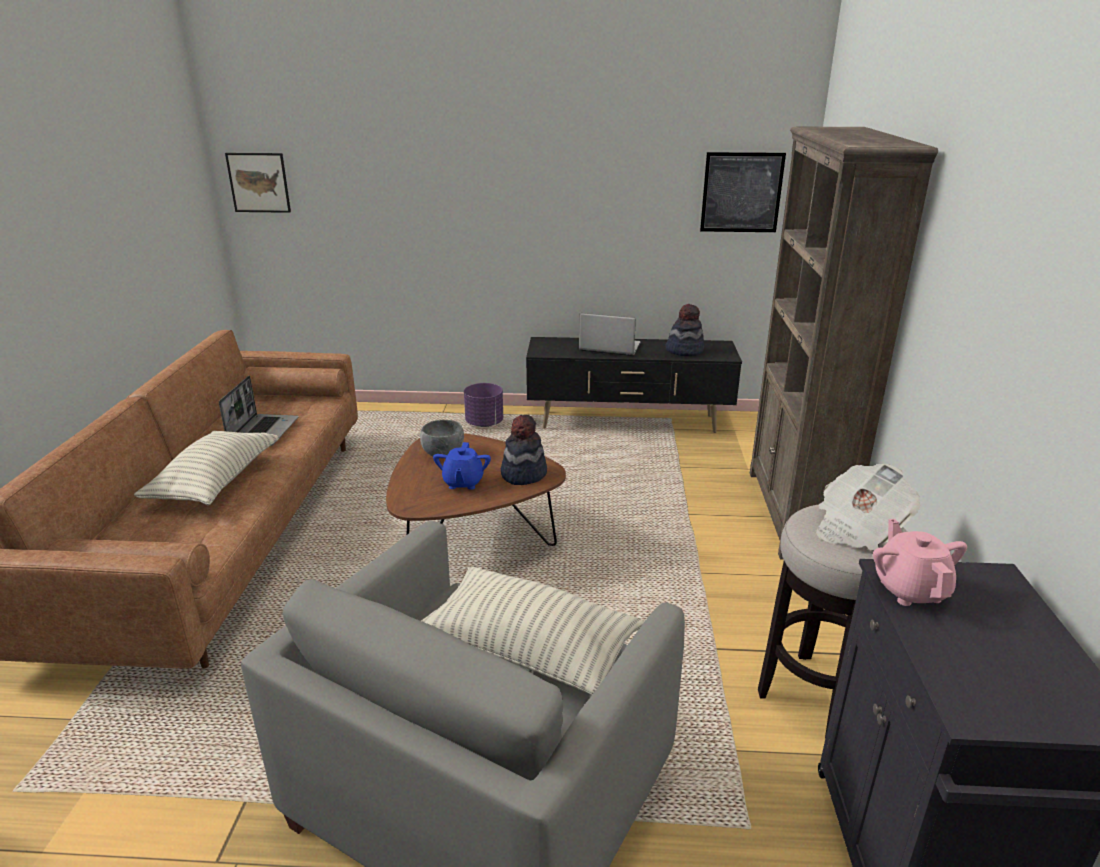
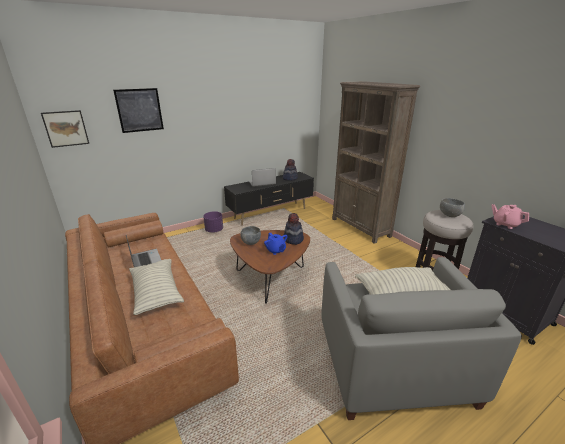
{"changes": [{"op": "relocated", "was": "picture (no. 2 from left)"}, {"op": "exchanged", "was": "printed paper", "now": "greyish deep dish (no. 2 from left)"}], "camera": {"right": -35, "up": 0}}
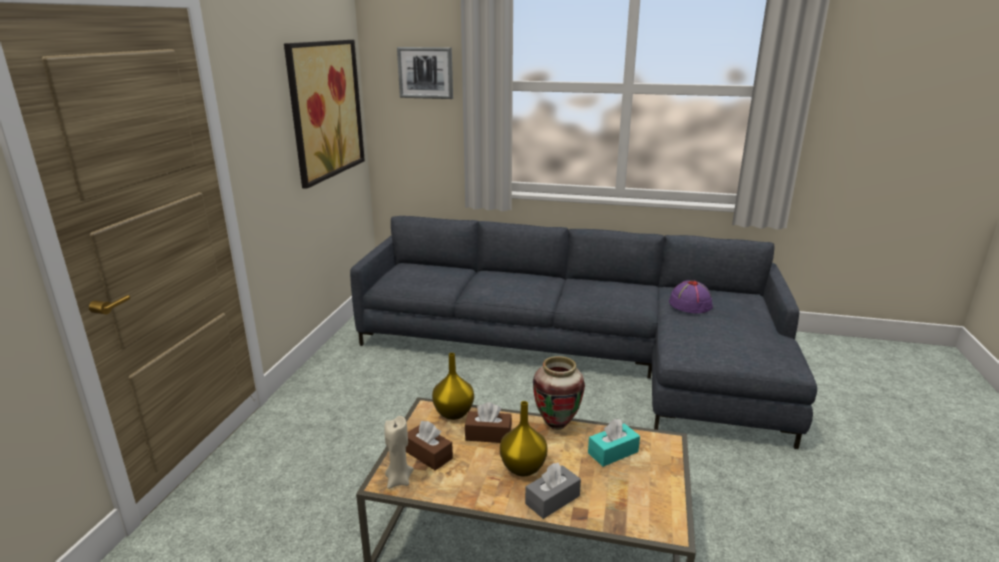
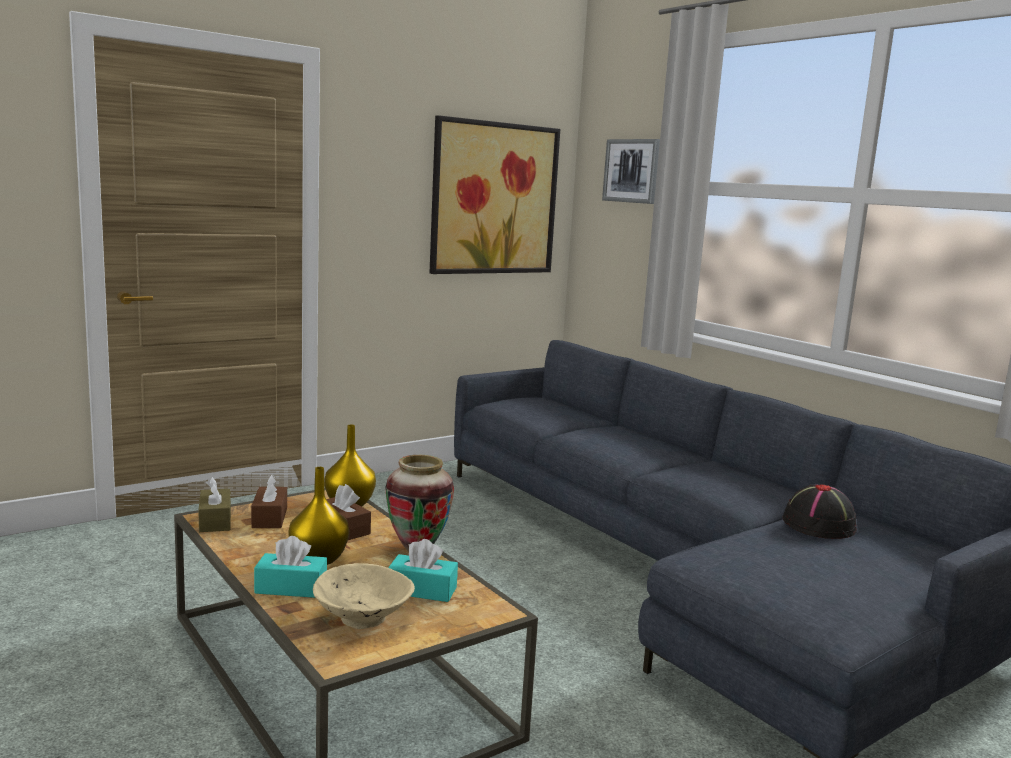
{"changes": [{"op": "appeared", "now": "beige-coloured deep dish"}, {"op": "exchanged", "was": "beige-coloured wax candle", "now": "brown-coloured tissue box (no. 1 from left)"}, {"op": "colour", "was": "greyish tissue box", "now": "turquoise tissue box (no. 1 from left)"}, {"op": "colour", "was": "purple hat", "now": "black-coloured hat"}], "camera": {"right": 40, "up": -10}}
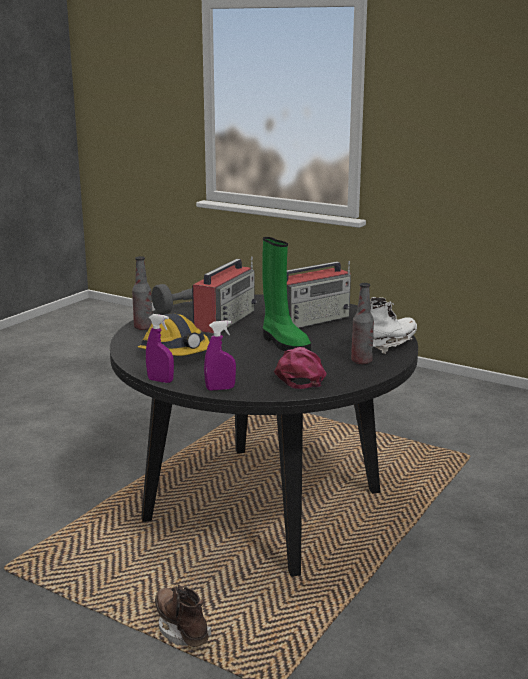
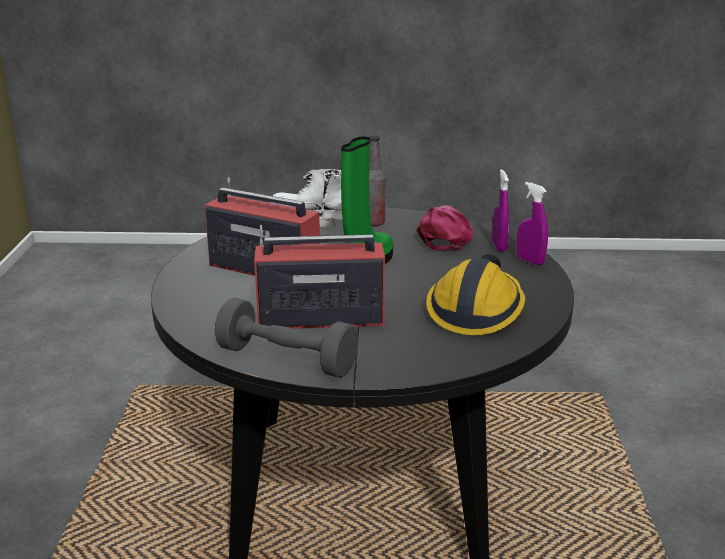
{"changes": [{"op": "missing", "was": "drink bottle (no. 1 from left)"}, {"op": "missing", "was": "brown-coloured tall boot"}, {"op": "relocated", "was": "purple hand sprayer (no. 1 from left)"}, {"op": "spun", "was": "pink-coloured baseball cap", "clockwise": 135}], "camera": {"right": -120, "up": 5}}
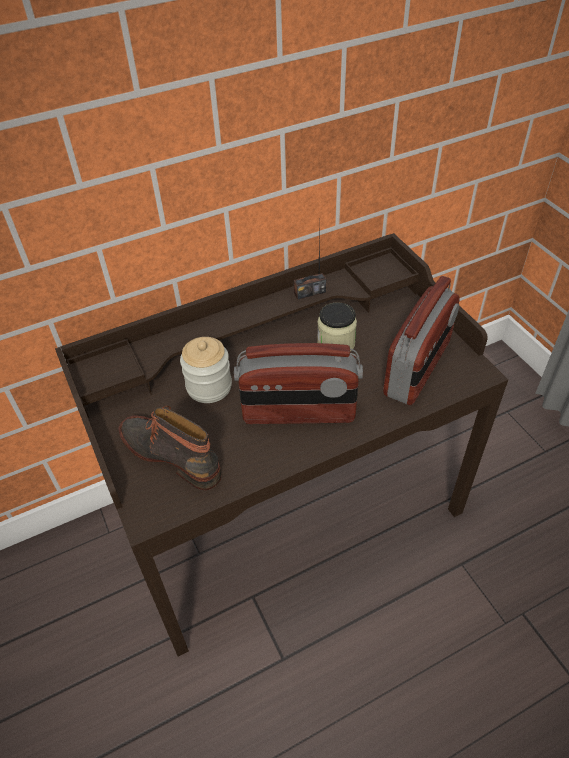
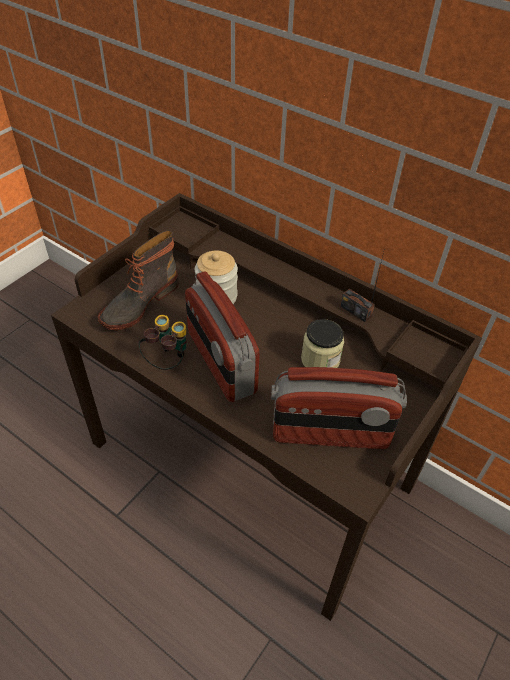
{"changes": [{"op": "appeared", "now": "pair of binoculars"}, {"op": "spun", "was": "tall boot", "clockwise": -150}], "camera": {"right": 60, "up": 0}}
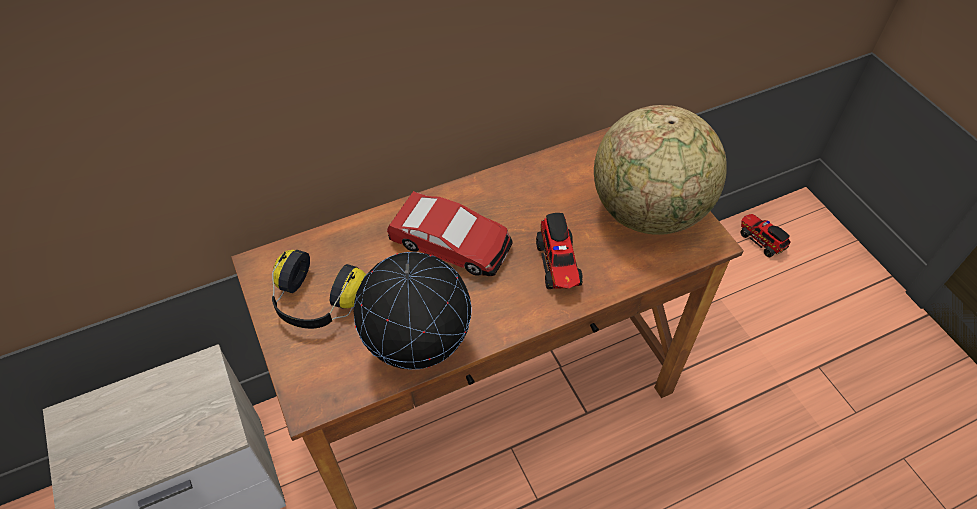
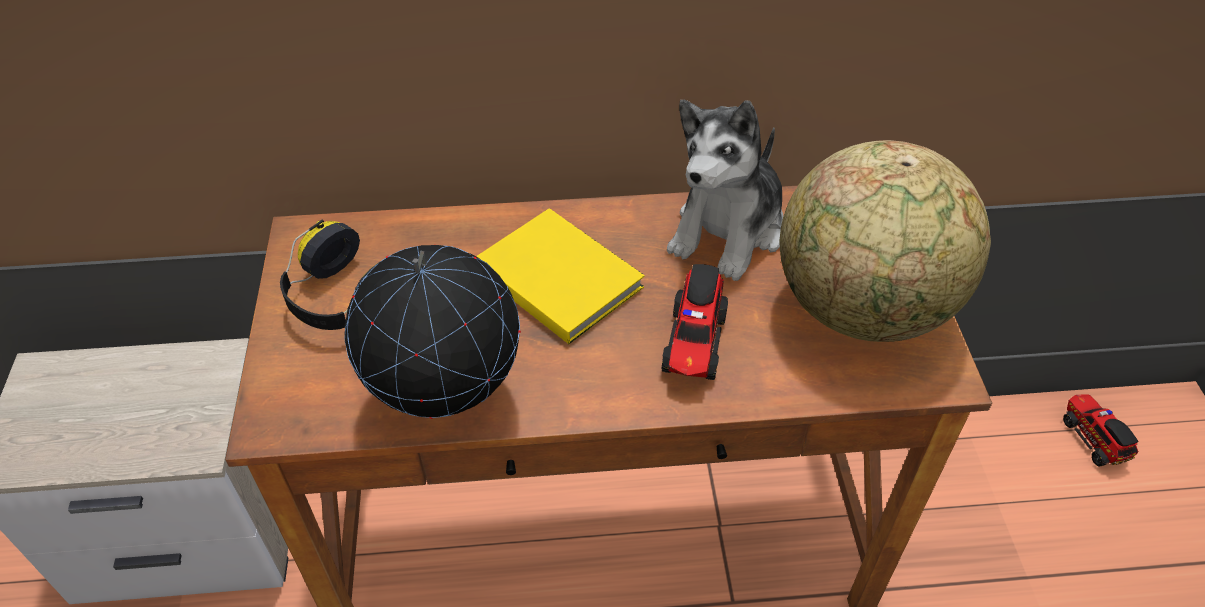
{"changes": [{"op": "appeared", "now": "cuddly toy"}, {"op": "exchanged", "was": "toy car", "now": "yellow-coloured book"}], "camera": {"right": 20, "up": -5}}
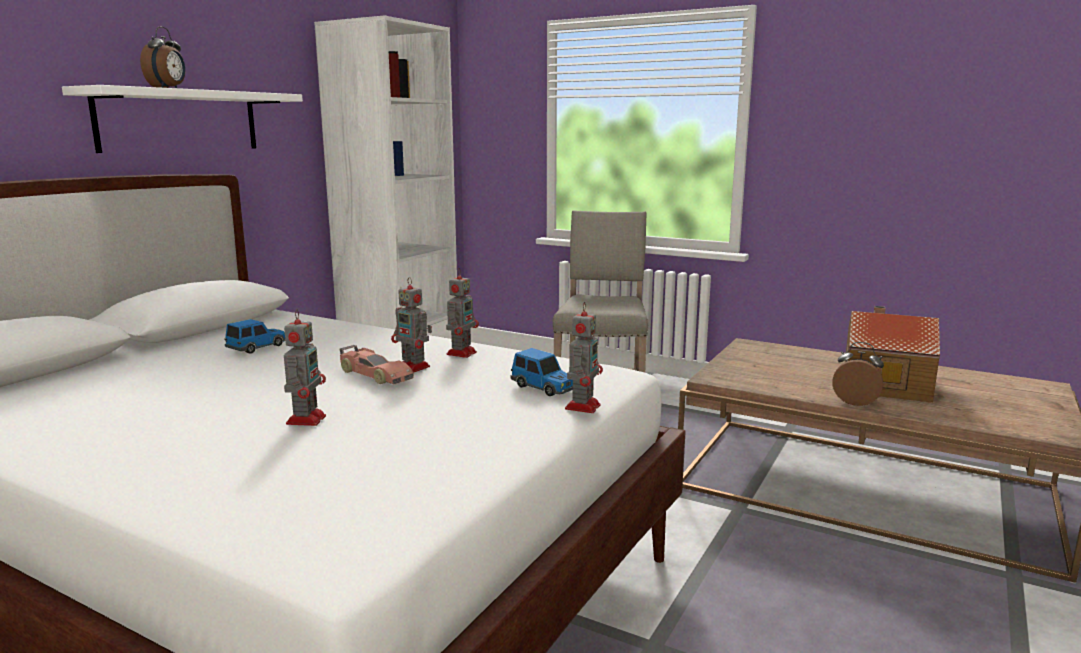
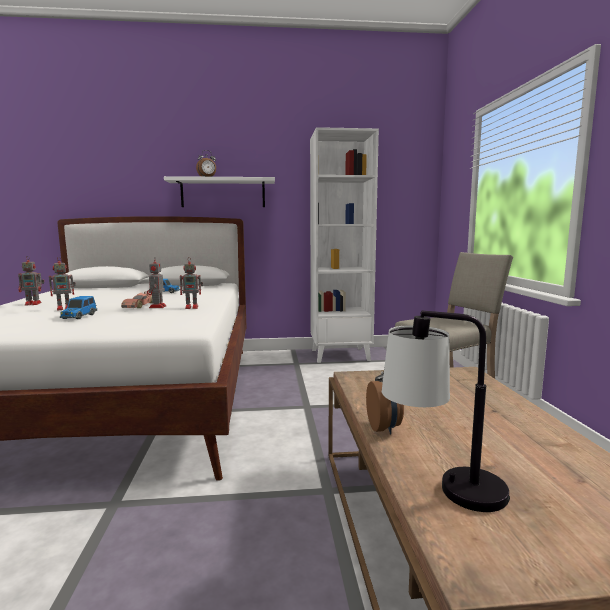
{"changes": [{"op": "missing", "was": "model house"}, {"op": "appeared", "now": "lamp for a table"}, {"op": "relocated", "was": "toy car (no. 3 from left in the first image)", "now": "toy car (no. 1 from left)"}, {"op": "relocated", "was": "toy robot (no. 4 from left in the first image)", "now": "toy robot (no. 1 from left)"}], "camera": {"right": 55, "up": -5}}
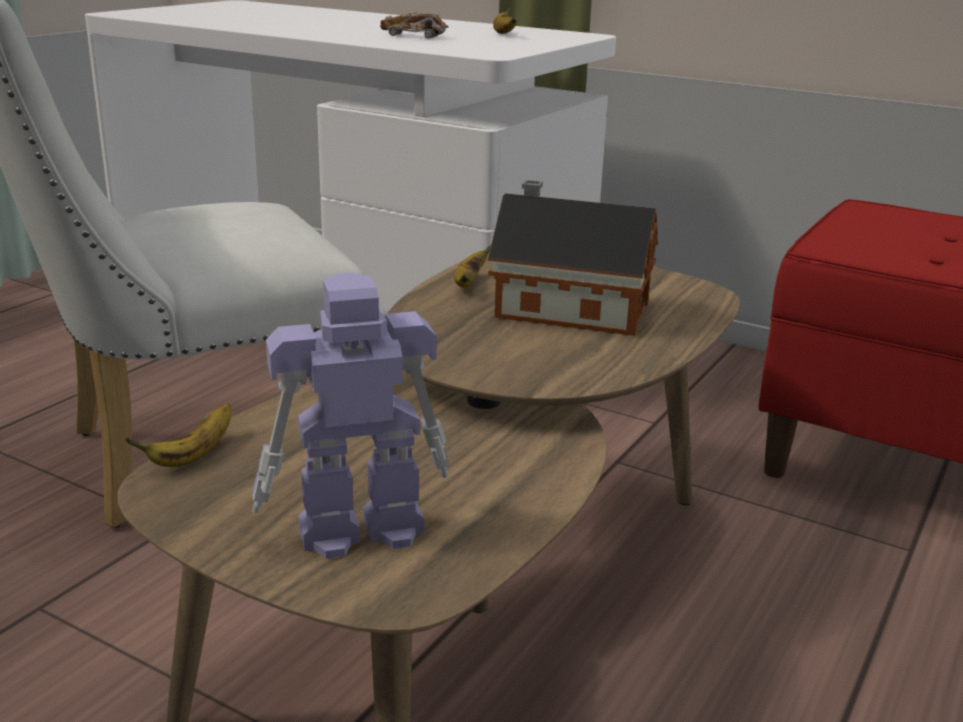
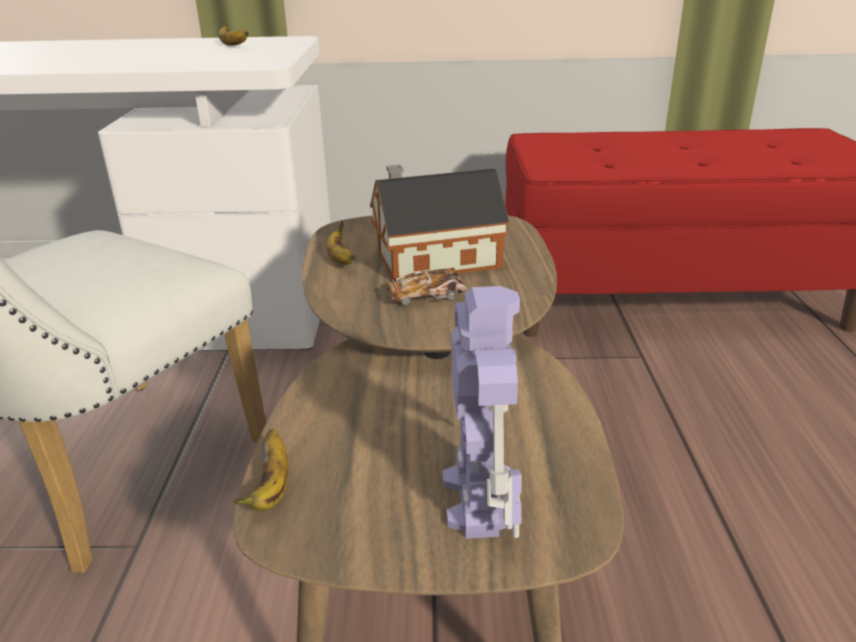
{"changes": [{"op": "relocated", "was": "toy car"}, {"op": "spun", "was": "toy robot", "clockwise": 135}], "camera": {"right": -30, "up": 5}}
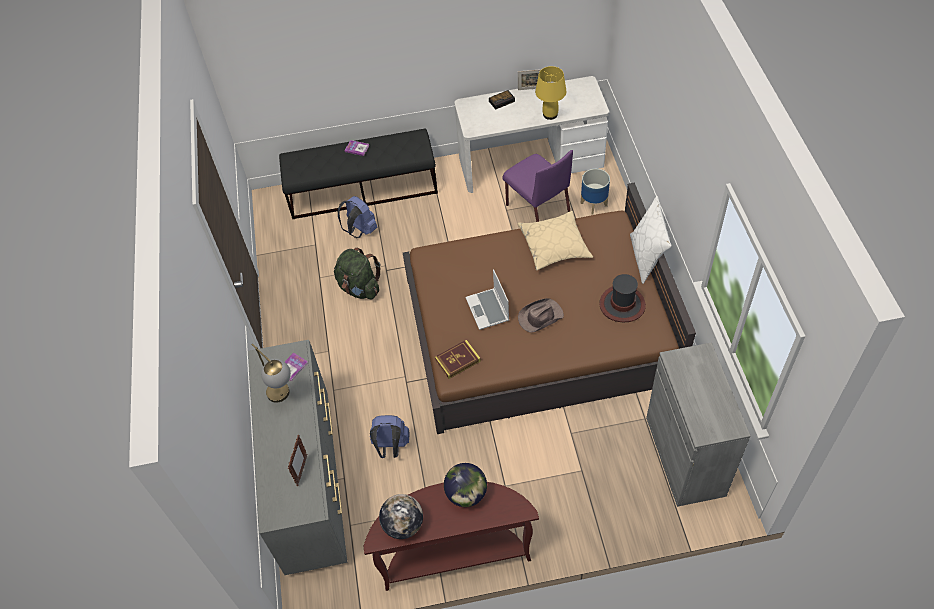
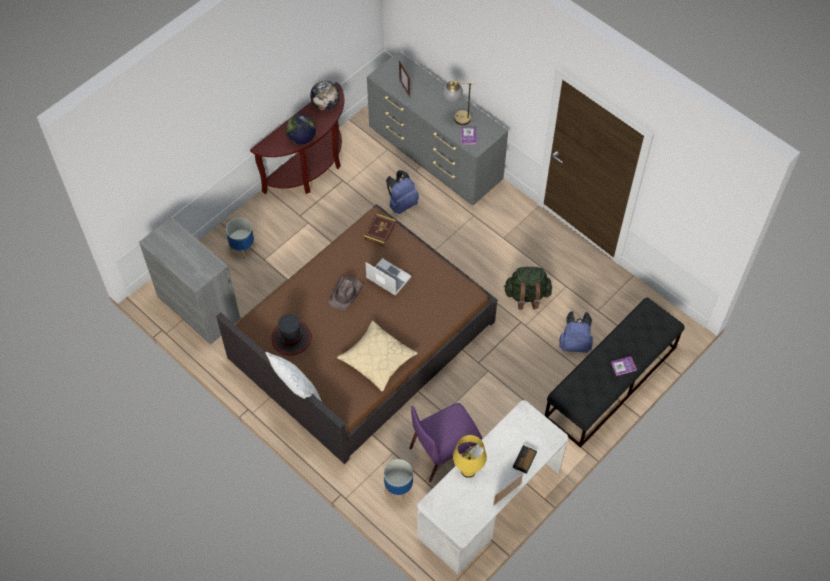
{"changes": [{"op": "appeared", "now": "flower pot (no. 1 from left)"}, {"op": "spun", "was": "purple upright chair", "clockwise": -45}], "camera": {"right": 140, "up": 5}}
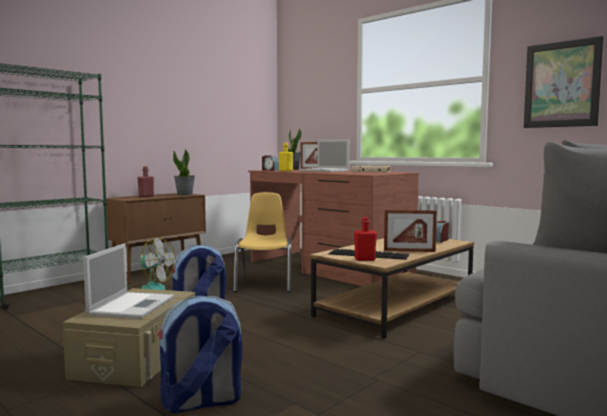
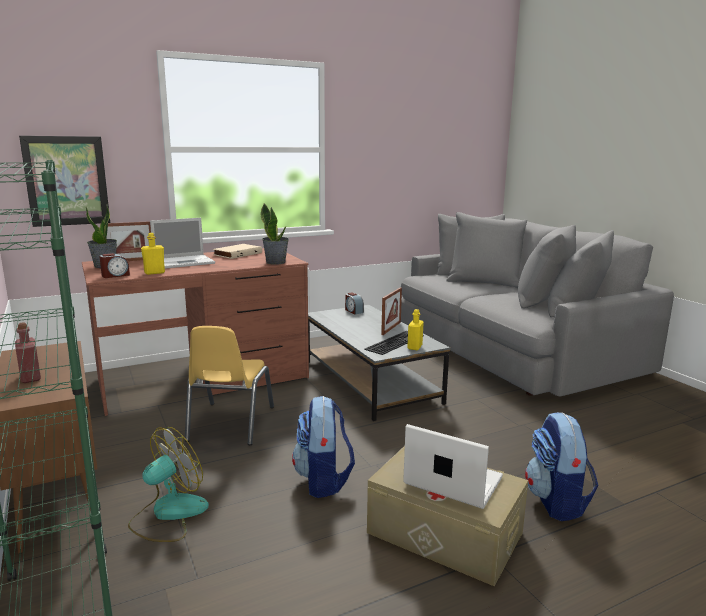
{"changes": [{"op": "relocated", "was": "houseplant (no. 1 from left in the first image)", "now": "houseplant (no. 2 from left)"}, {"op": "relocated", "was": "picture"}, {"op": "colour", "was": "brown-coloured low table", "now": "greyish low table"}, {"op": "colour", "was": "red-coloured drink bottle (no. 2 from left)", "now": "yellow-coloured drink bottle (no. 2 from left)"}, {"op": "spun", "was": "yellow-coloured upright chair", "clockwise": -105}], "camera": {"right": -70, "up": 10}}
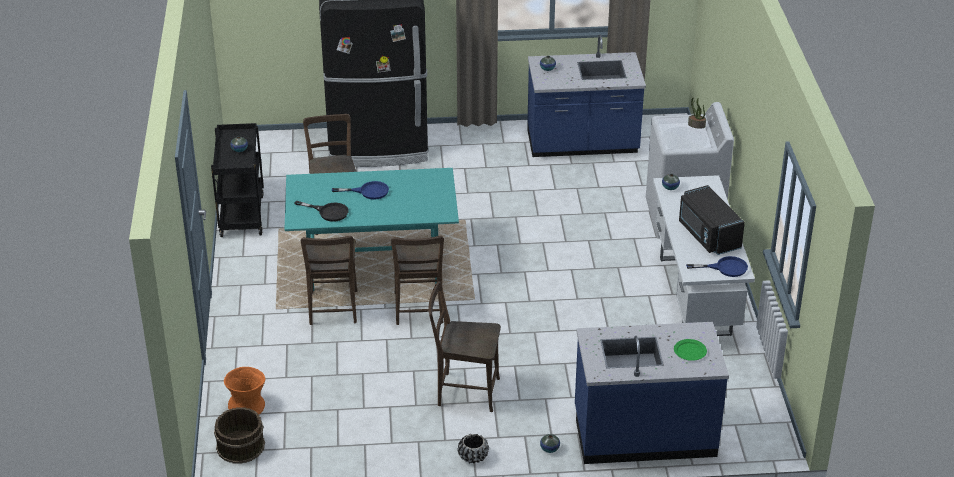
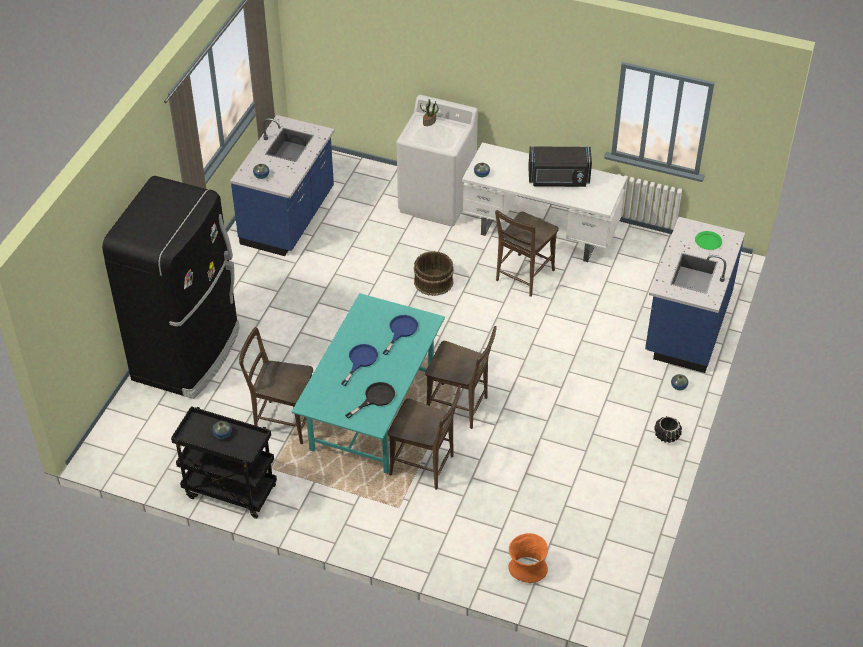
{"changes": [{"op": "relocated", "was": "brown-coloured pail"}, {"op": "relocated", "was": "brown-coloured upright chair (no. 4 from left)"}, {"op": "relocated", "was": "blue skillet (no. 2 from left)"}], "camera": {"right": -65, "up": 10}}
